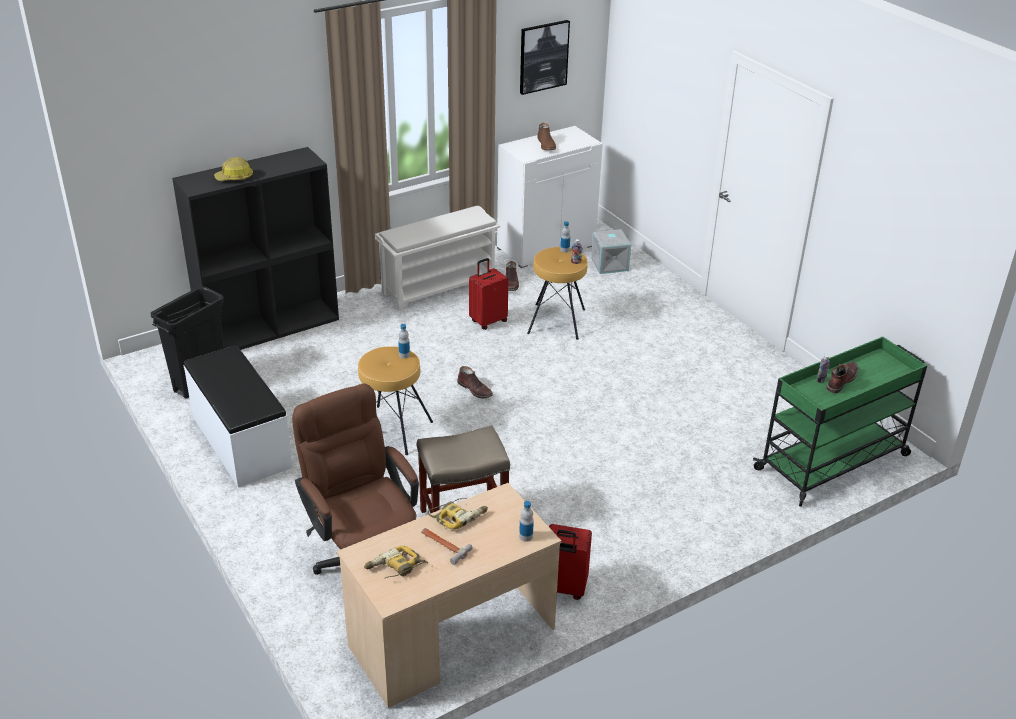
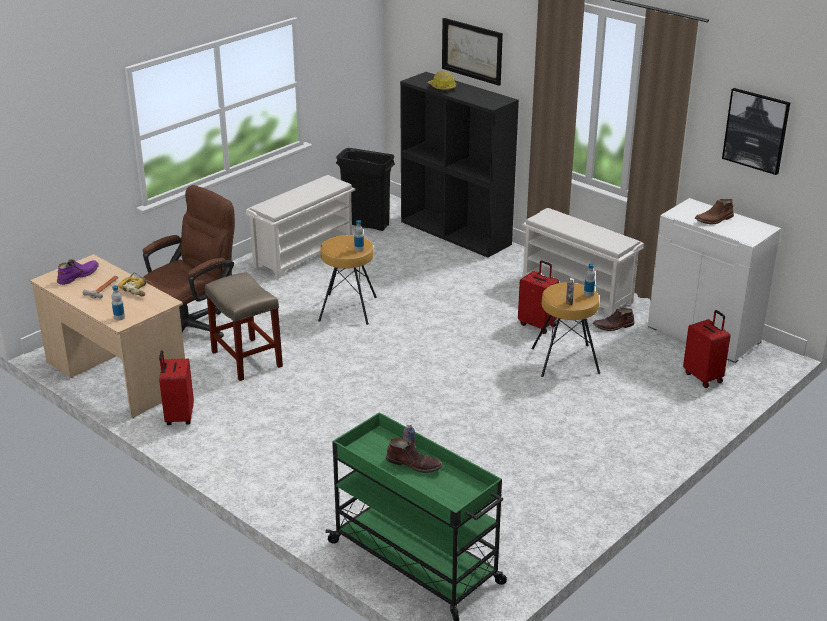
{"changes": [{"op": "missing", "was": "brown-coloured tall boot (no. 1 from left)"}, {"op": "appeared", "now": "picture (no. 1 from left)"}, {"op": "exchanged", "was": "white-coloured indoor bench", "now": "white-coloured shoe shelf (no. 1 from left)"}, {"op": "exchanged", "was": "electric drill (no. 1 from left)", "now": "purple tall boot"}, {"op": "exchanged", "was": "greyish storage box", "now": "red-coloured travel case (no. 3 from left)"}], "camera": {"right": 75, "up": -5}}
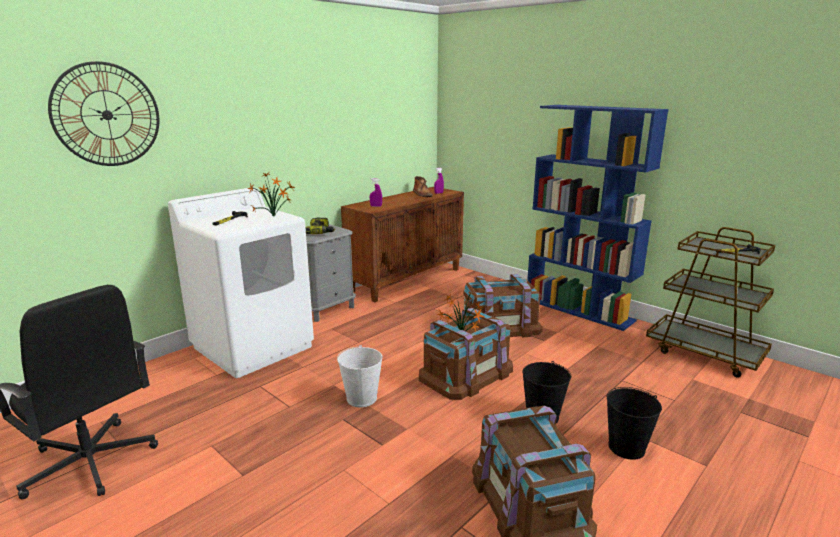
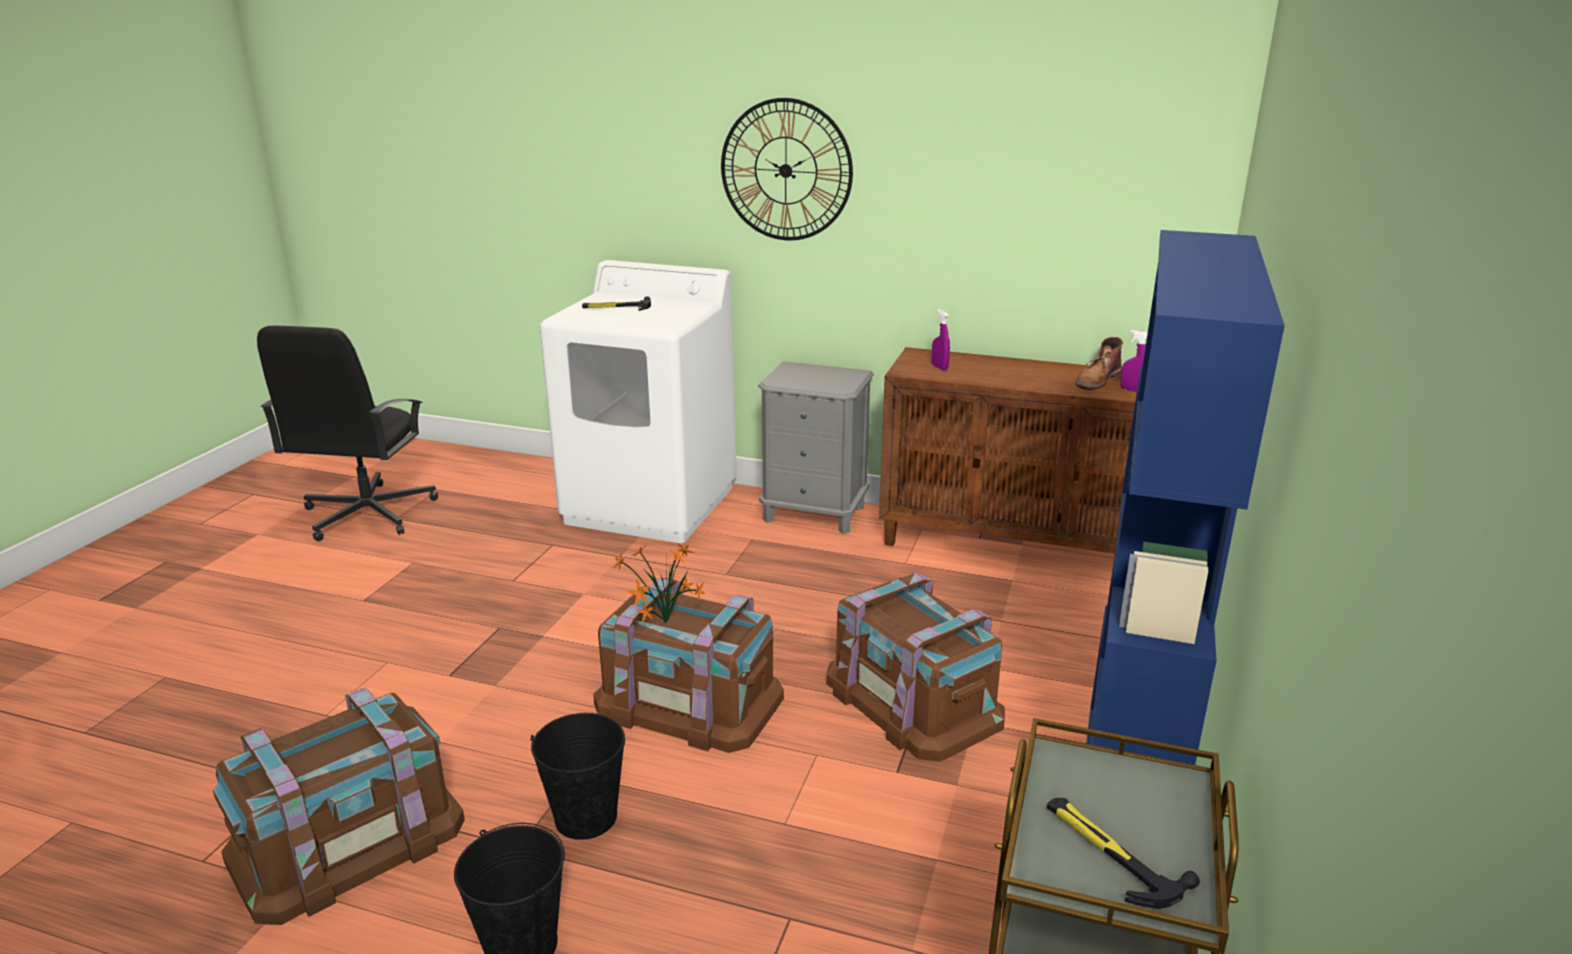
{"changes": [{"op": "missing", "was": "houseplant (no. 1 from left)"}, {"op": "missing", "was": "electric drill"}, {"op": "missing", "was": "white-coloured pail"}, {"op": "relocated", "was": "hanging clock"}], "camera": {"right": 65, "up": 5}}
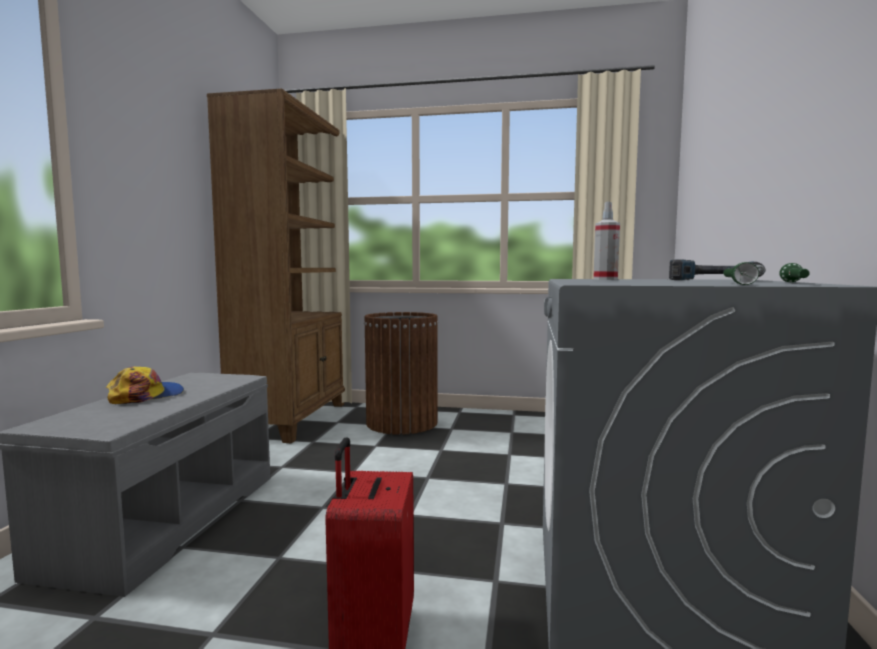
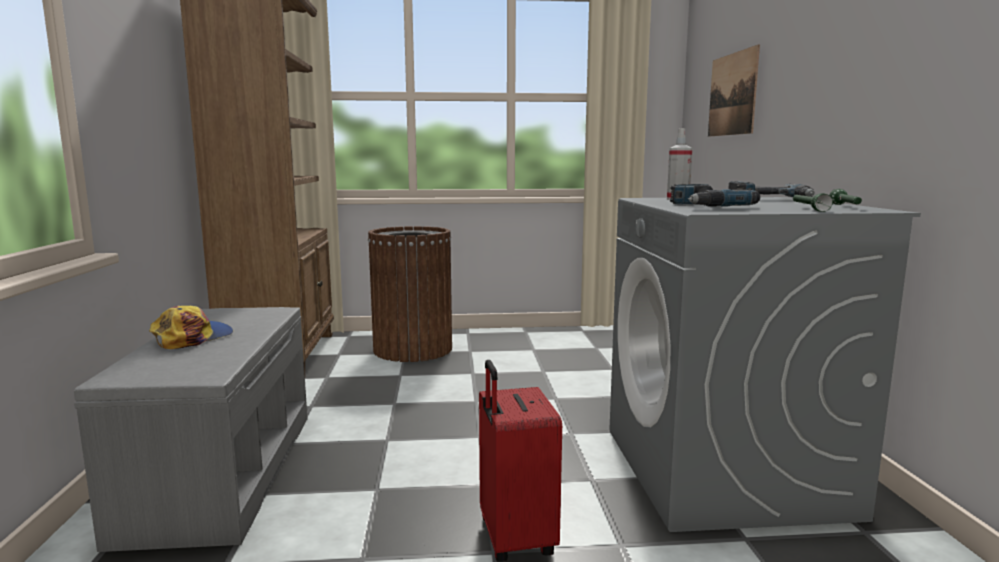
{"changes": [{"op": "appeared", "now": "electric drill (no. 1 from left)"}, {"op": "appeared", "now": "picture"}], "camera": {"right": -15, "up": 5}}
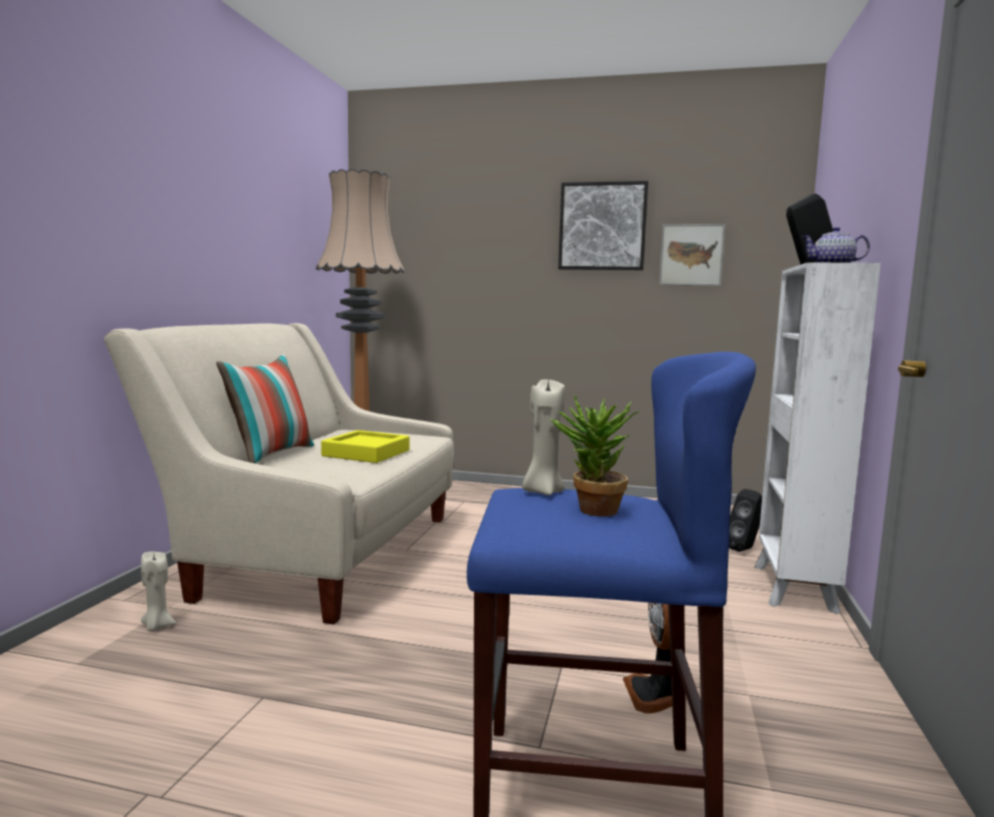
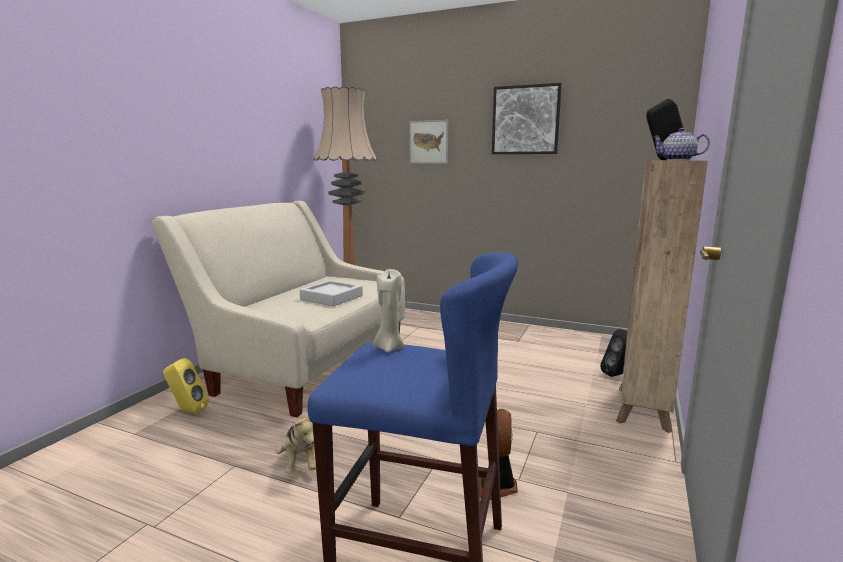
{"changes": [{"op": "missing", "was": "cushion"}, {"op": "missing", "was": "houseplant"}, {"op": "appeared", "now": "cuddly toy"}, {"op": "relocated", "was": "picture (no. 2 from left in the first image)", "now": "picture (no. 1 from left)"}, {"op": "exchanged", "was": "beige-coloured wax candle (no. 1 from left)", "now": "yellow-coloured speaker"}, {"op": "colour", "was": "yellow-coloured carrying tray", "now": "greyish carrying tray"}, {"op": "colour", "was": "white-coloured bookcase", "now": "brown-coloured bookcase"}], "camera": {"right": 10, "up": 5}}
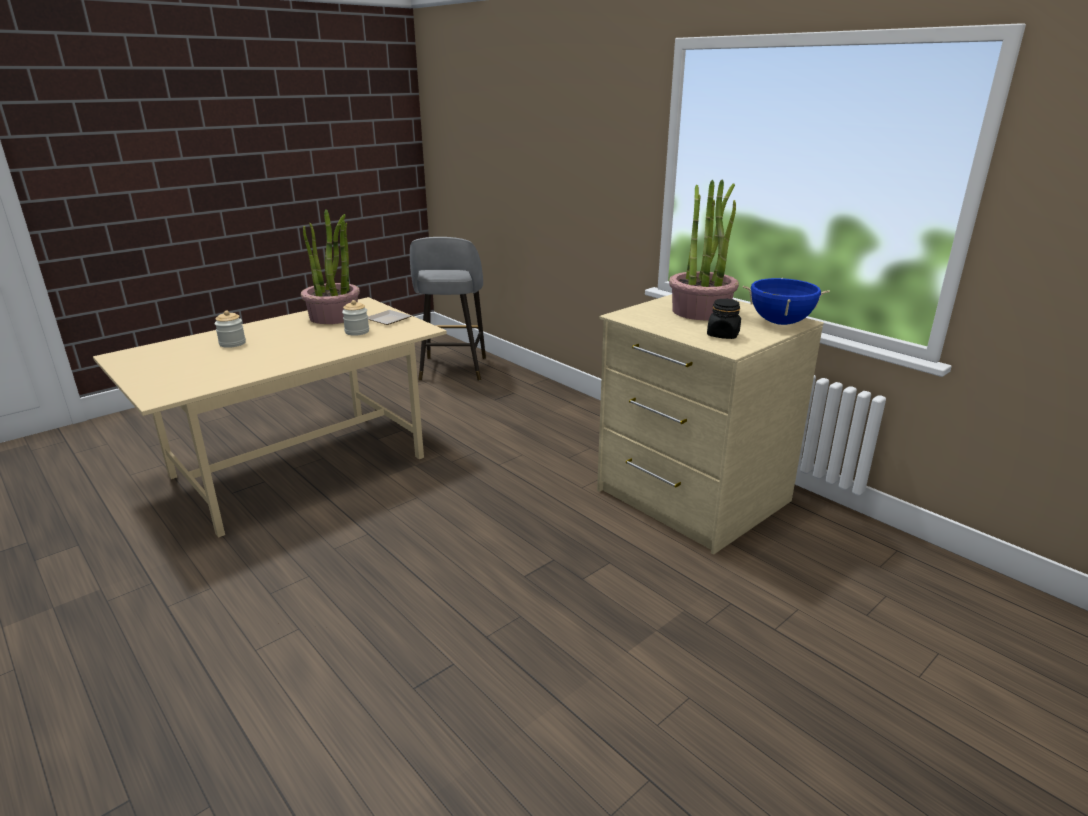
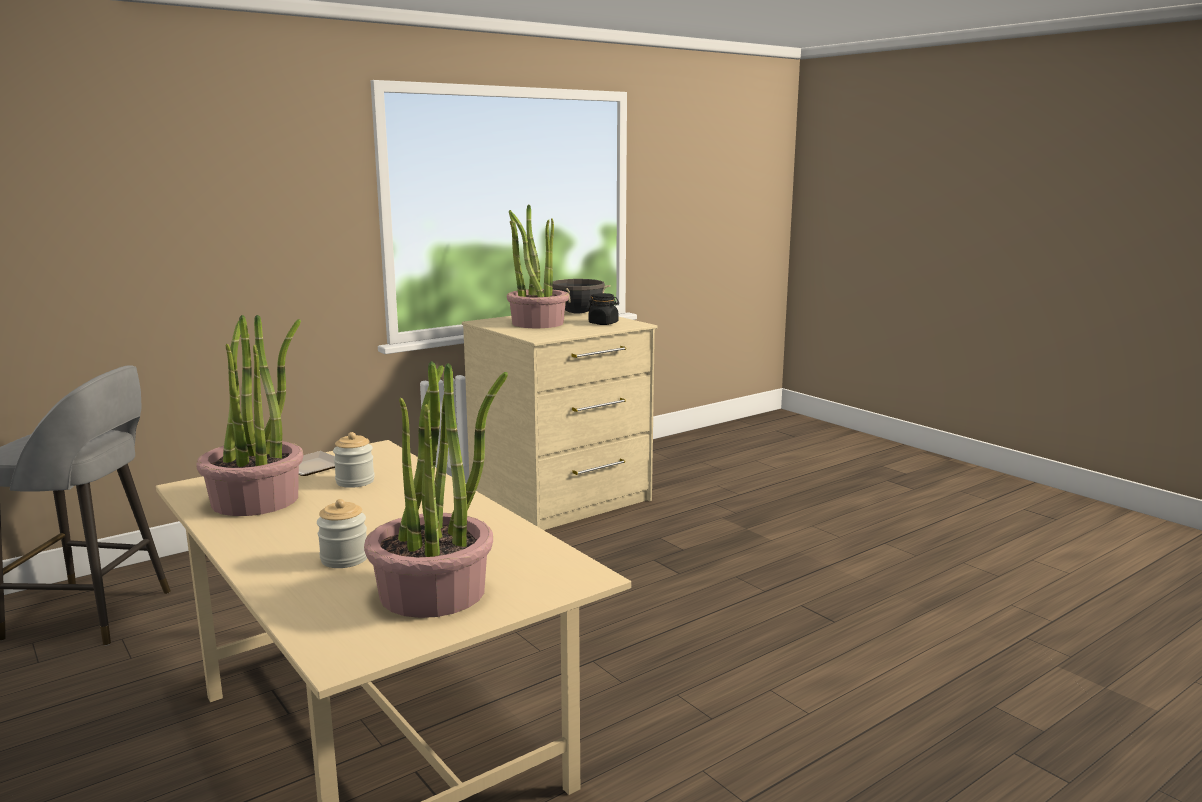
{"changes": [{"op": "appeared", "now": "houseplant (no. 2 from left)"}, {"op": "colour", "was": "blue stockpot", "now": "black-coloured stockpot"}], "camera": {"right": -85, "up": -10}}
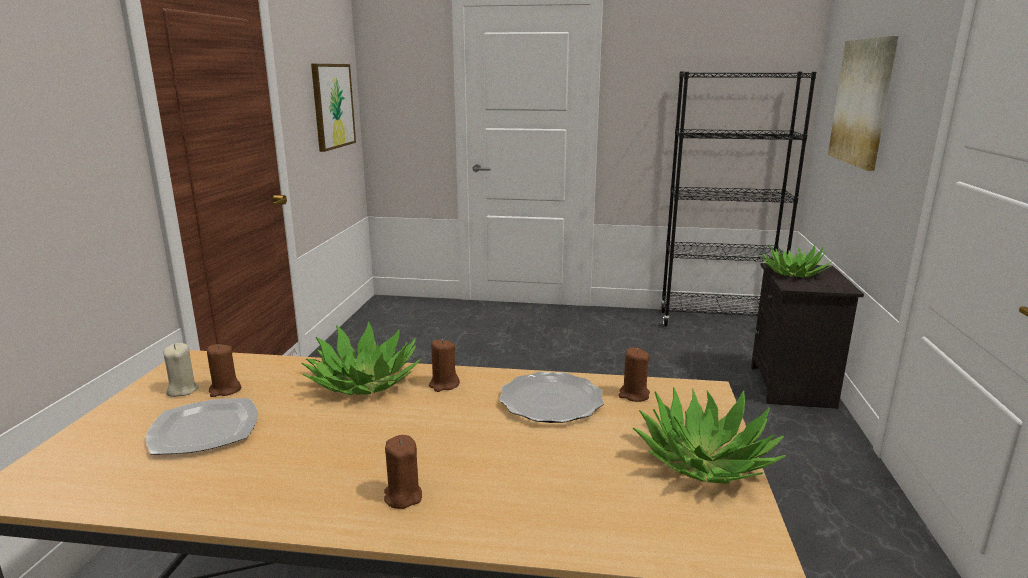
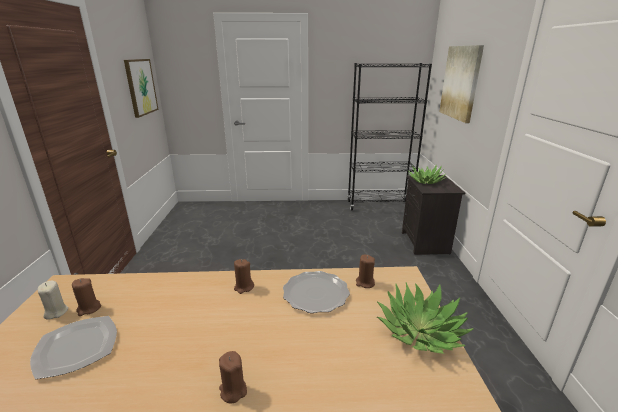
{"changes": [{"op": "missing", "was": "houseplant (no. 1 from left)"}], "camera": {"right": -10, "up": 5}}
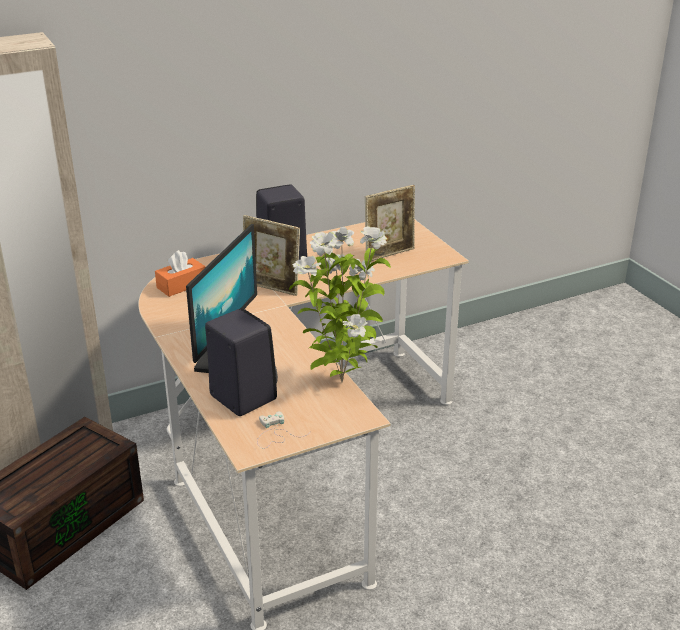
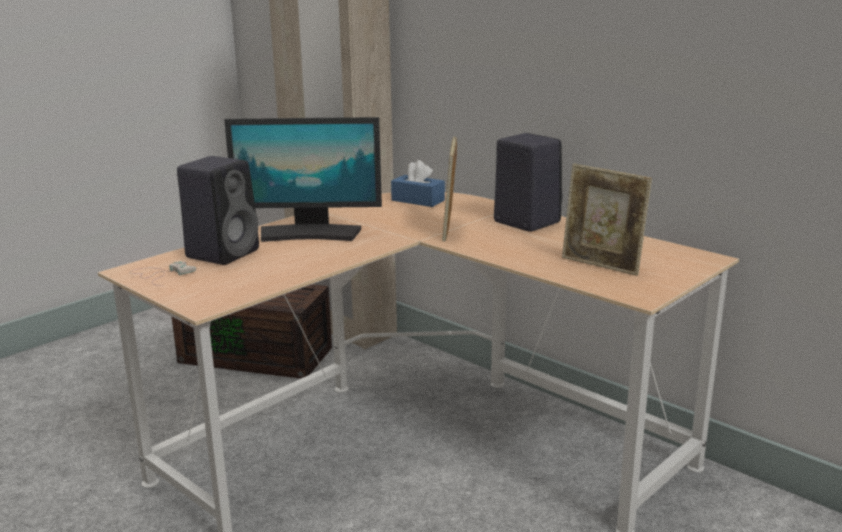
{"changes": [{"op": "missing", "was": "houseplant"}, {"op": "colour", "was": "orangey tissue box", "now": "blue tissue box"}], "camera": {"right": 70, "up": -10}}
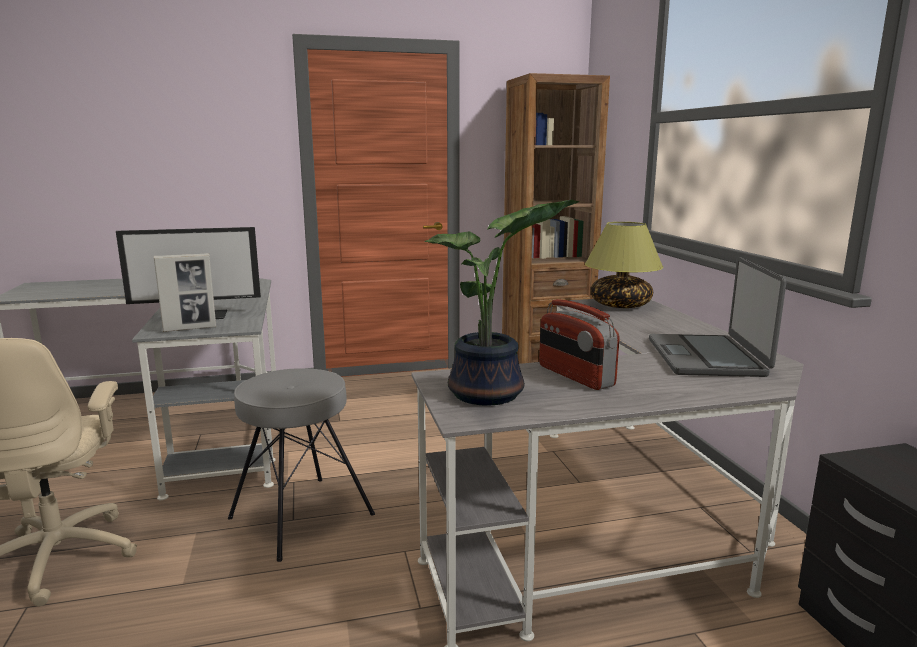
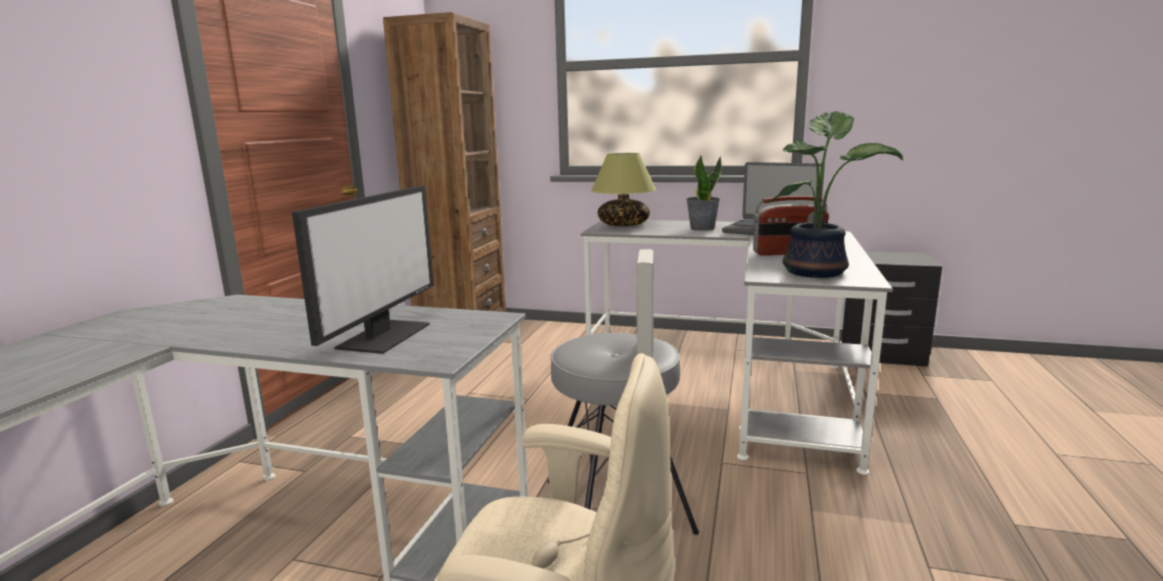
{"changes": [{"op": "appeared", "now": "houseplant (no. 1 from left)"}, {"op": "relocated", "was": "picture frame"}], "camera": {"right": -60, "up": 0}}
